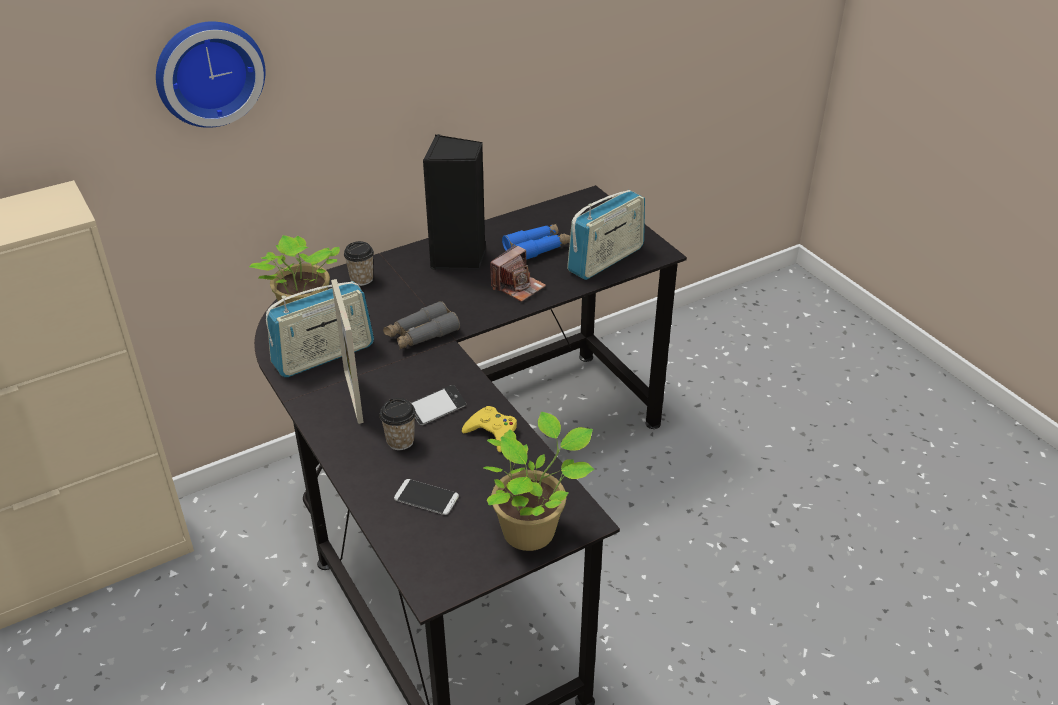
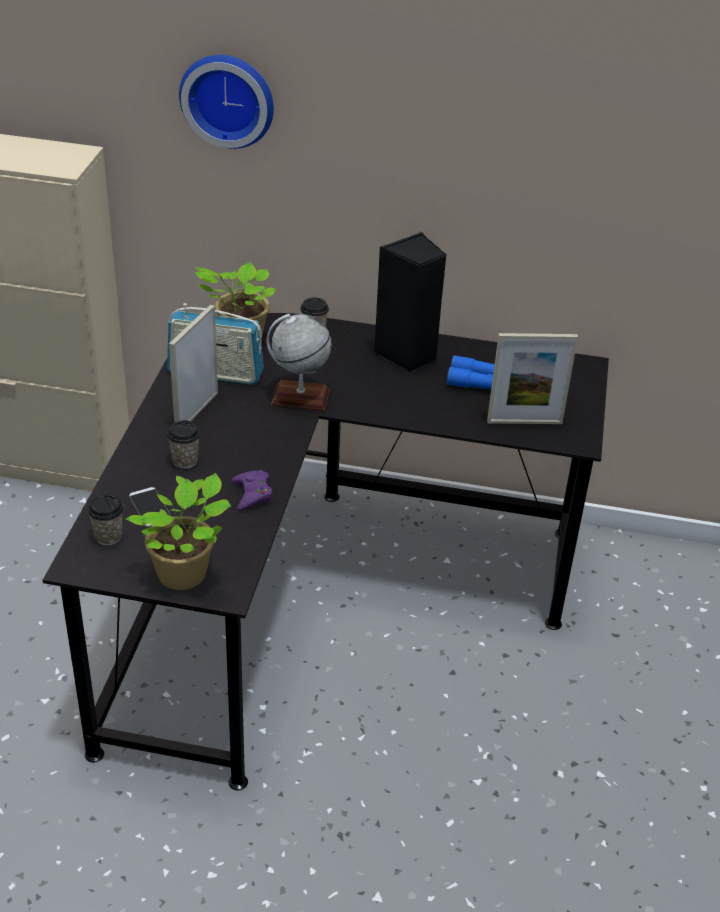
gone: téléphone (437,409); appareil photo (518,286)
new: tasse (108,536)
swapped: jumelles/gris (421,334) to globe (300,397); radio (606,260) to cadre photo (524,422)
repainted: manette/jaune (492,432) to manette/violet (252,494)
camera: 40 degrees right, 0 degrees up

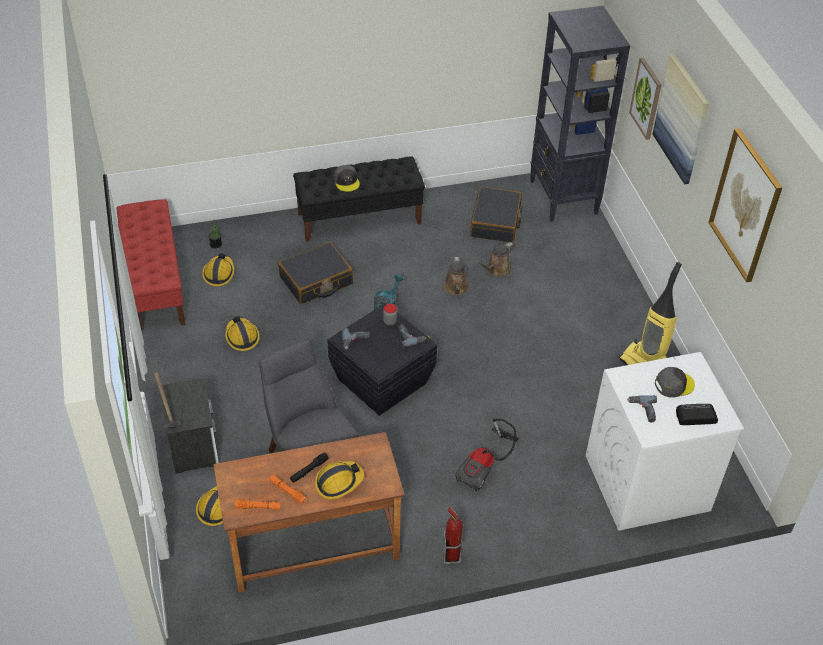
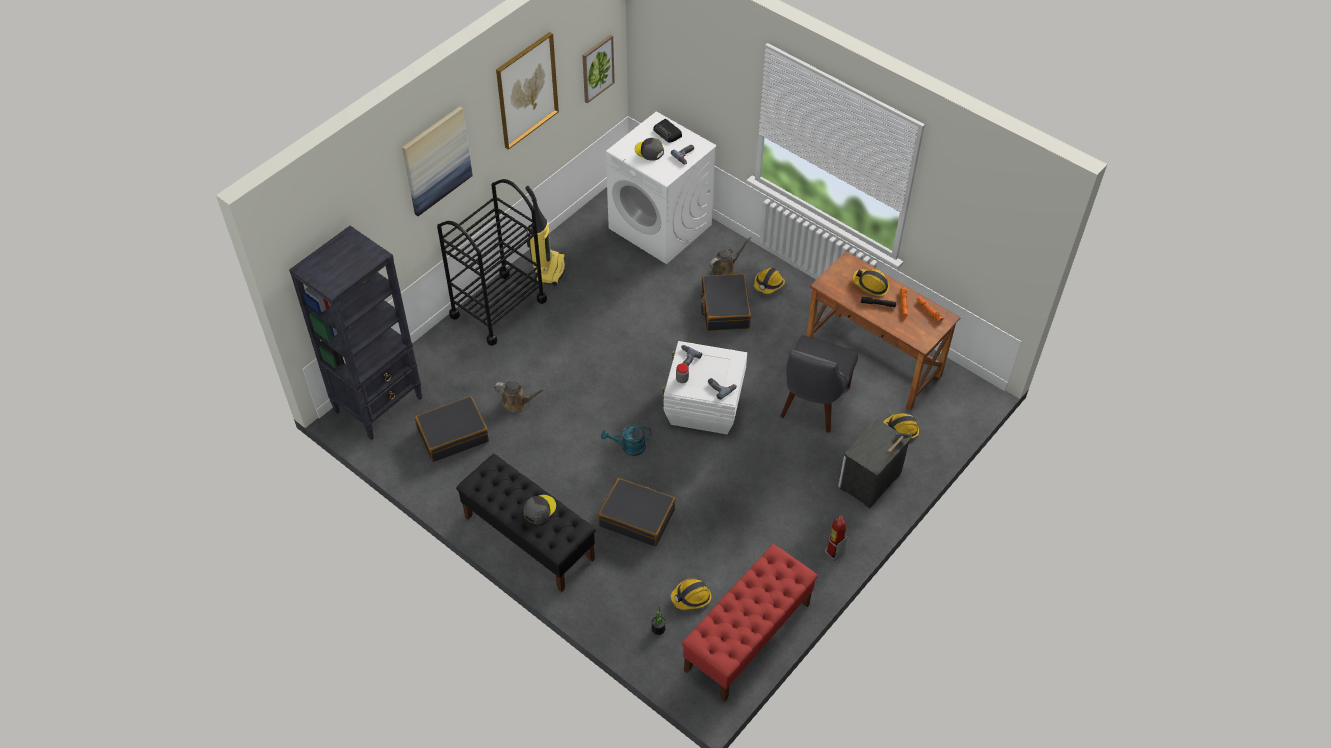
new: chariot/noir (498,308)
shifted: tableau (646,98) to (597,68); arrosoir/marron (456,288) to (725,270); casque de chantier (242,337) to (768,284); extincteur (451,556) to (833,552)
swapped: aspirateur (485,466) to valise/noir (724,309)
repainted: boîte de rangement/noir (382,380) to boîte de rangement/blanc (703,407)
camera: 125 degrees left, 5 degrees up

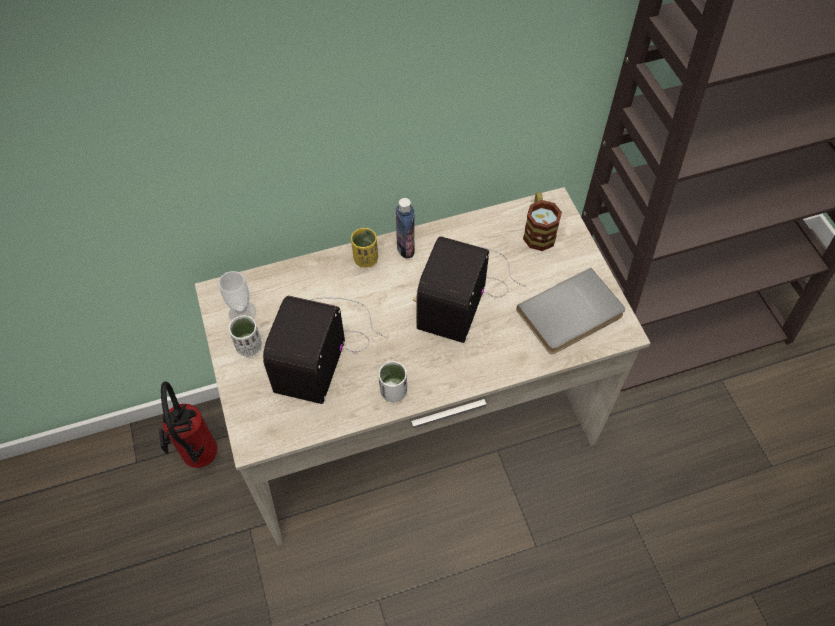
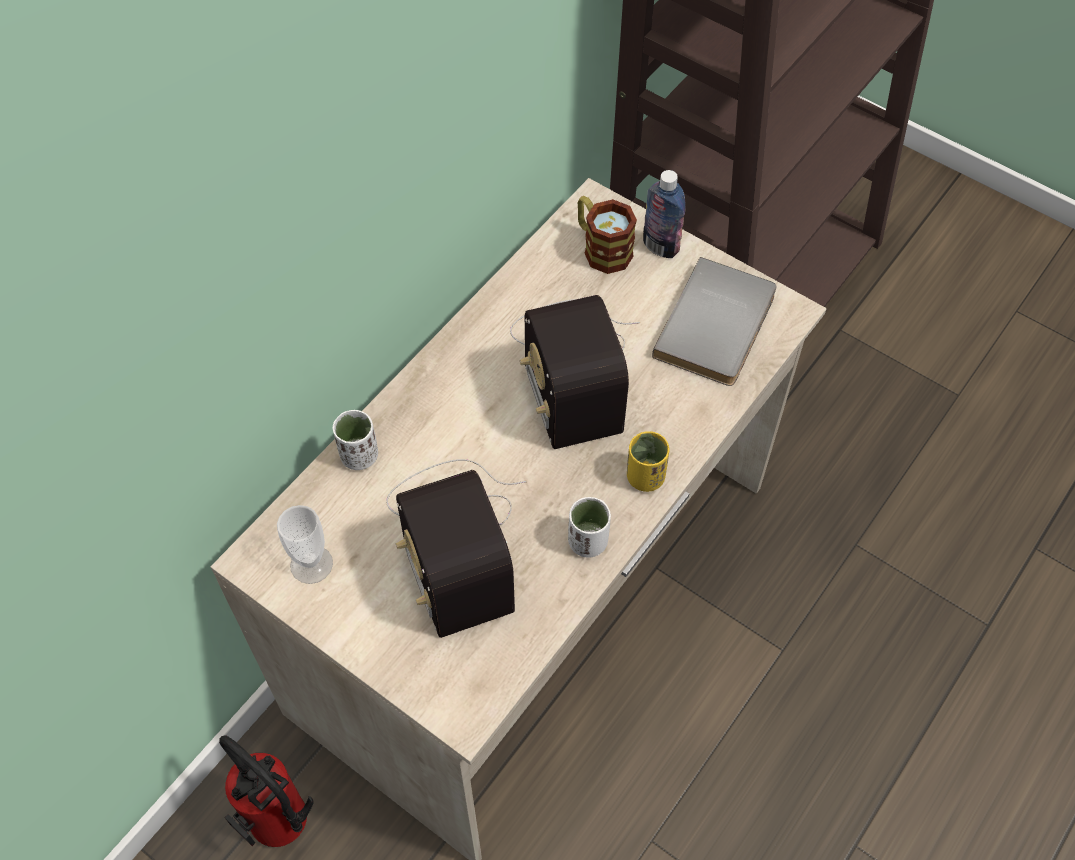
shifted: tasse/blanc (249,346) to (359,455); tasse/jaune (365,259) to (645,477); bouteille (405,248) to (660,246)
camera: 35 degrees left, 0 degrees up

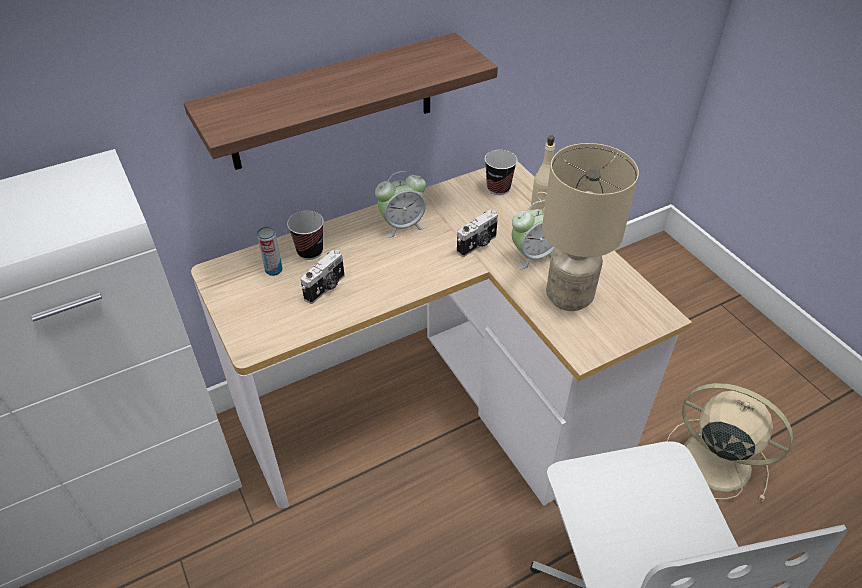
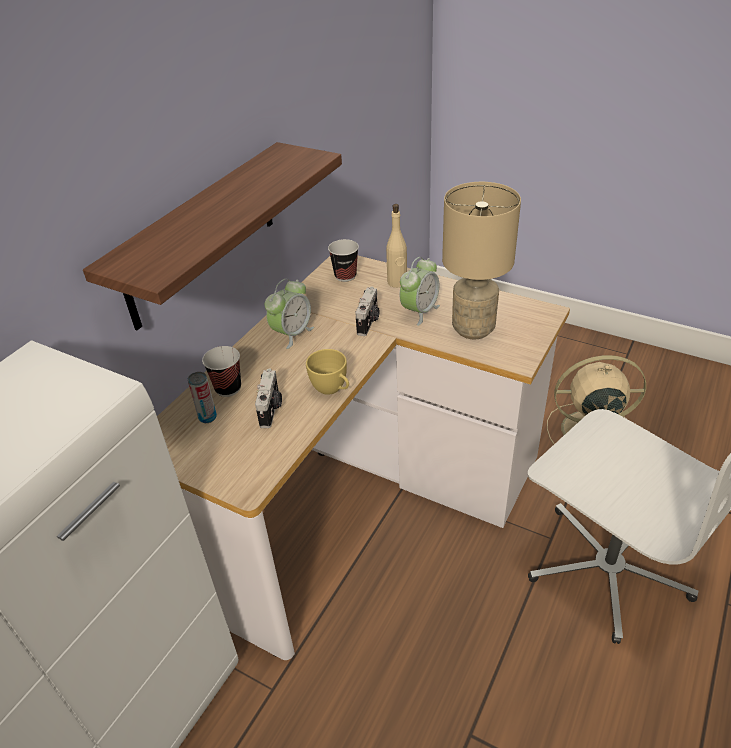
new: tasse/jaune (332,389)
camera: 30 degrees left, 5 degrees down

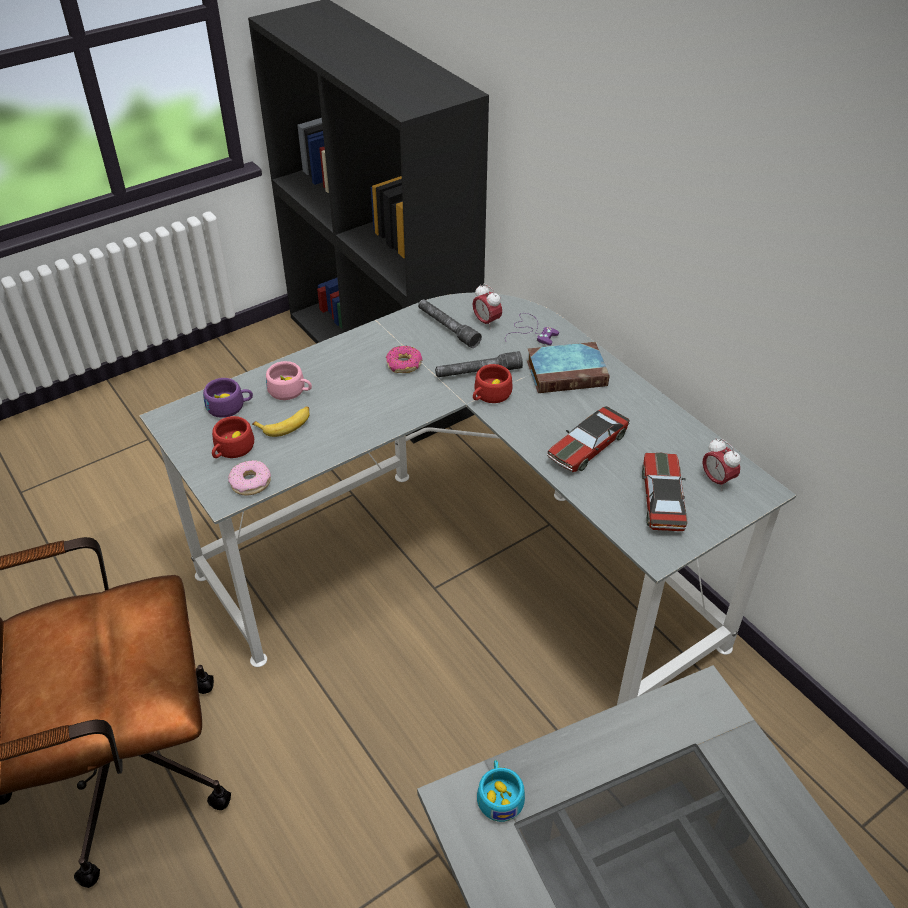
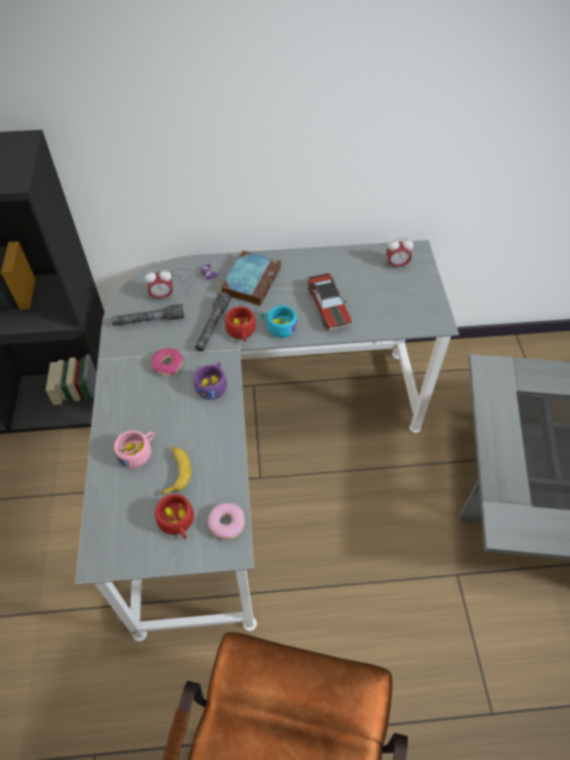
gone: petite voiture (662,499)
shifted: tasse/violet (230,406) to (212,385); tasse/turquoise (499,796) to (278,327)
camera: 60 degrees left, 10 degrees up

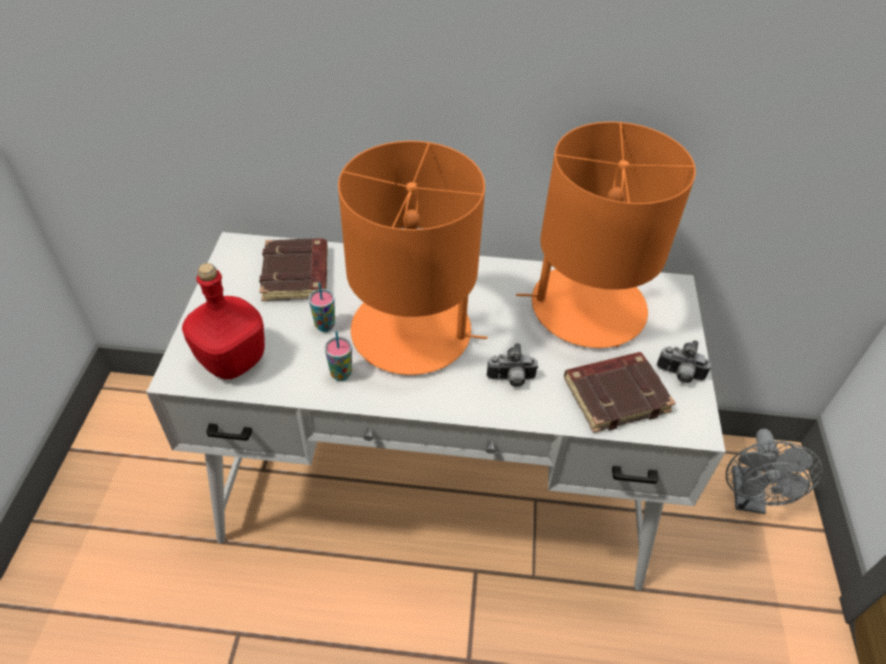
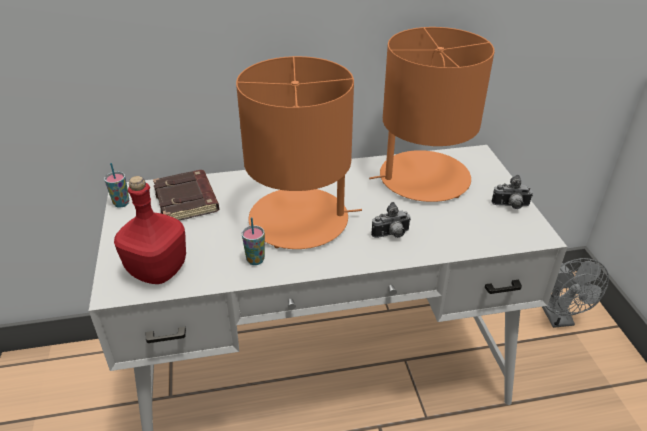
gone: livre/marron (616,394)
shifted: tasse (325,325) to (121,203)
camera: 15 degrees left, 10 degrees down

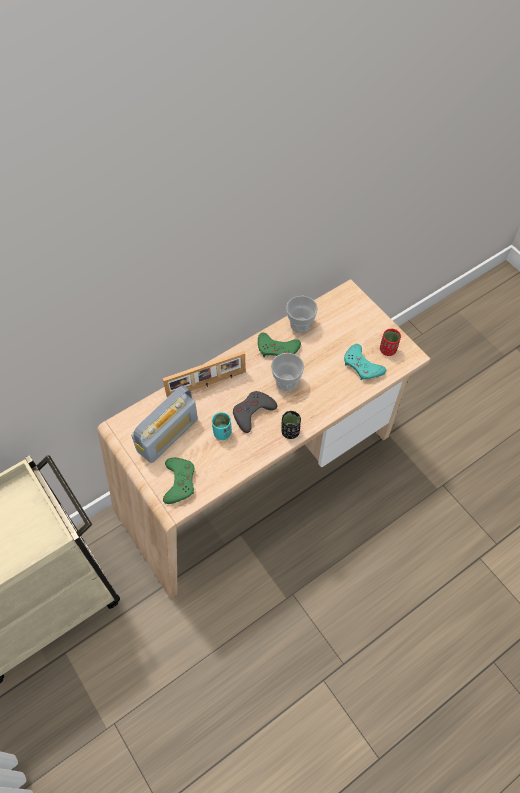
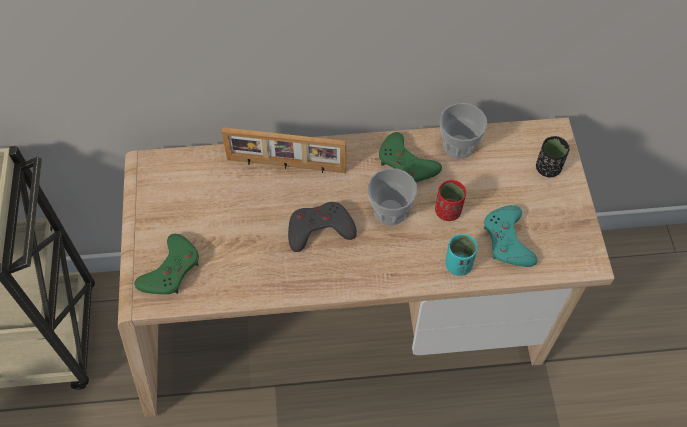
gone: radio (167,434)
shifted: tasse/rouge (388,350) to (448,211); tasse/turquoise (222,433) to (458,265); tasse/noir (290,431) to (548,168)
camera: 30 degrees right, 0 degrees up

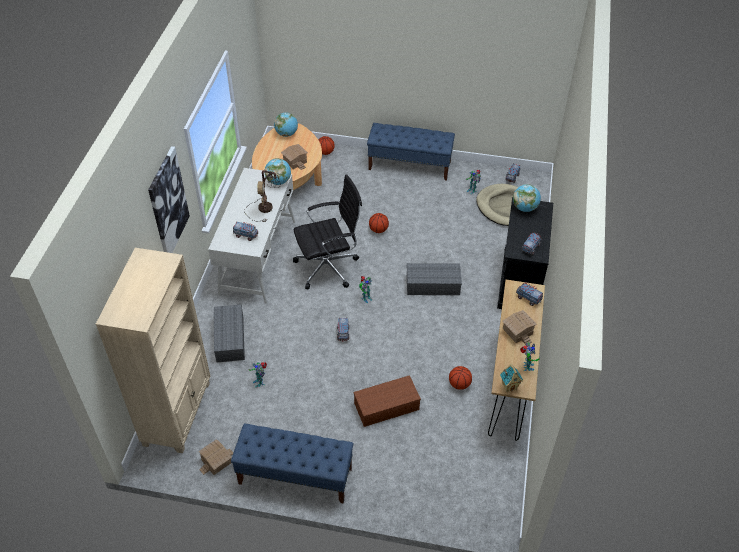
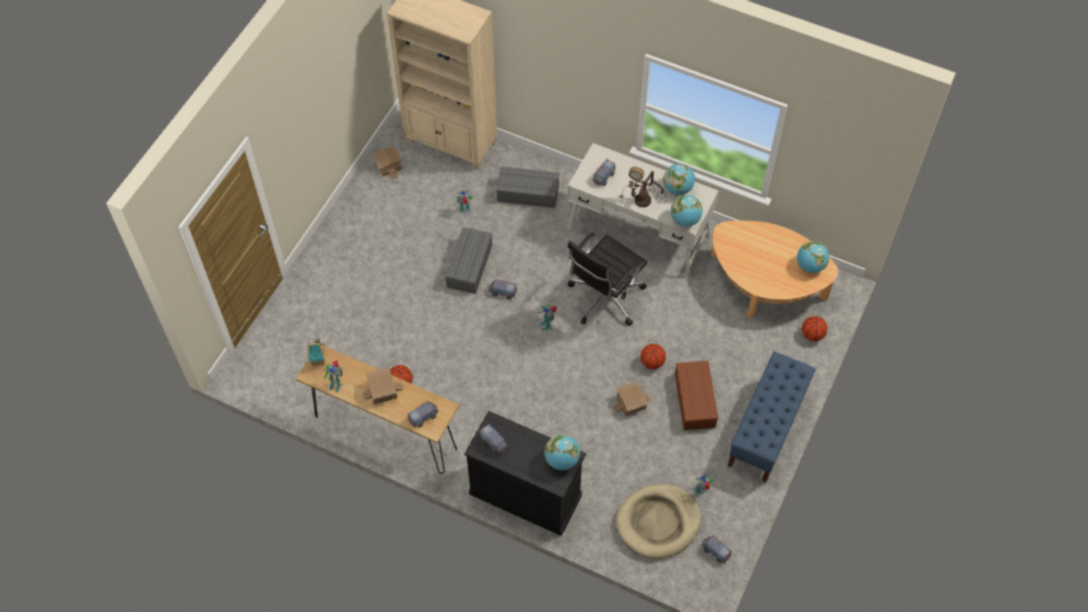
gone: tableau (168,203); banc/bleu (295,476)
new: globe (678,188)
shifted: boîte de rangement/gris (432,285) to (469,265); maison miniature (295,161) to (631,403); boîte de rangement/marron (386,407) to (694,399)
rotated: chaise de bureau/noir (329,267) = (604,298) 45 degrees clockwise
camera: 105 degrees right, 10 degrees up

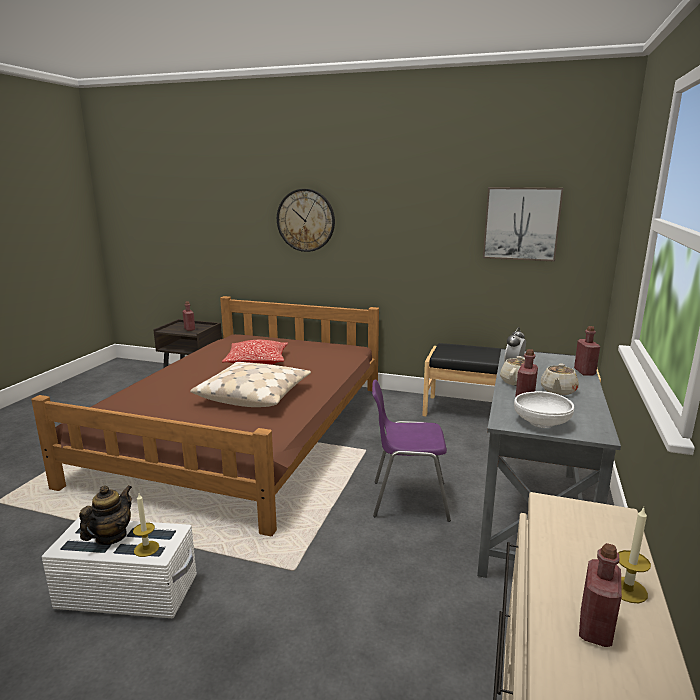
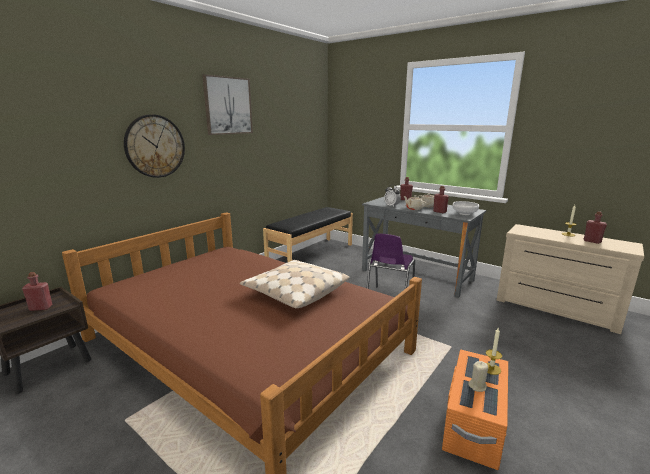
gone: coussin (257,362)
shifted: tableau (521,224) to (228,106)
swapped: théière (111,537) to bougie/beige (477,386)
repainted: boîte de rangement/blanc (127,593) to boîte de rangement/orange (473,424)
camera: 70 degrees left, 0 degrees up

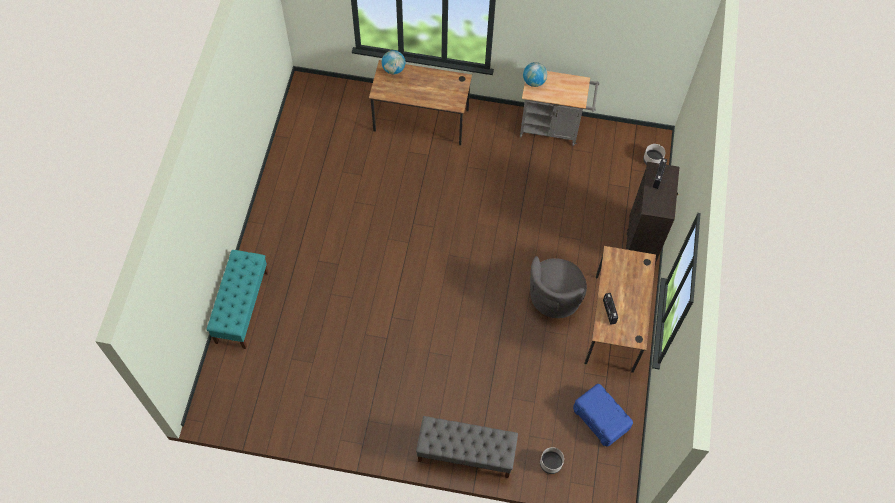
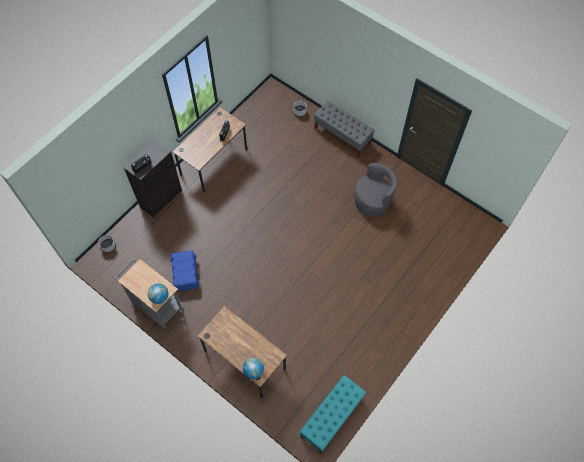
shifted: boîte de rangement/bleu (600,419) to (186,274); banc/turquoise (242,307) to (331,418); fauteuil/gris (554,297) to (372,201)
camera: 150 degrees left, 0 degrees up

